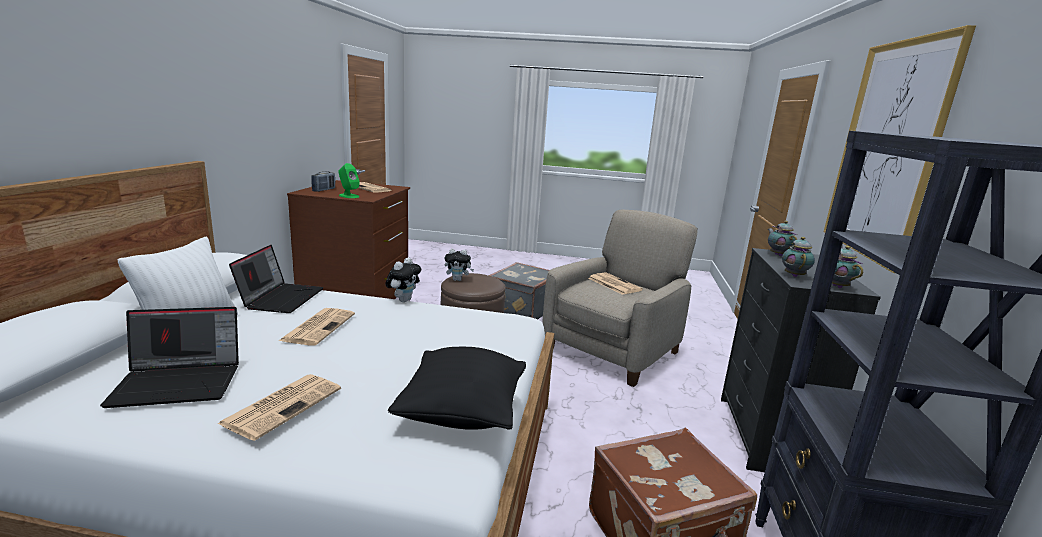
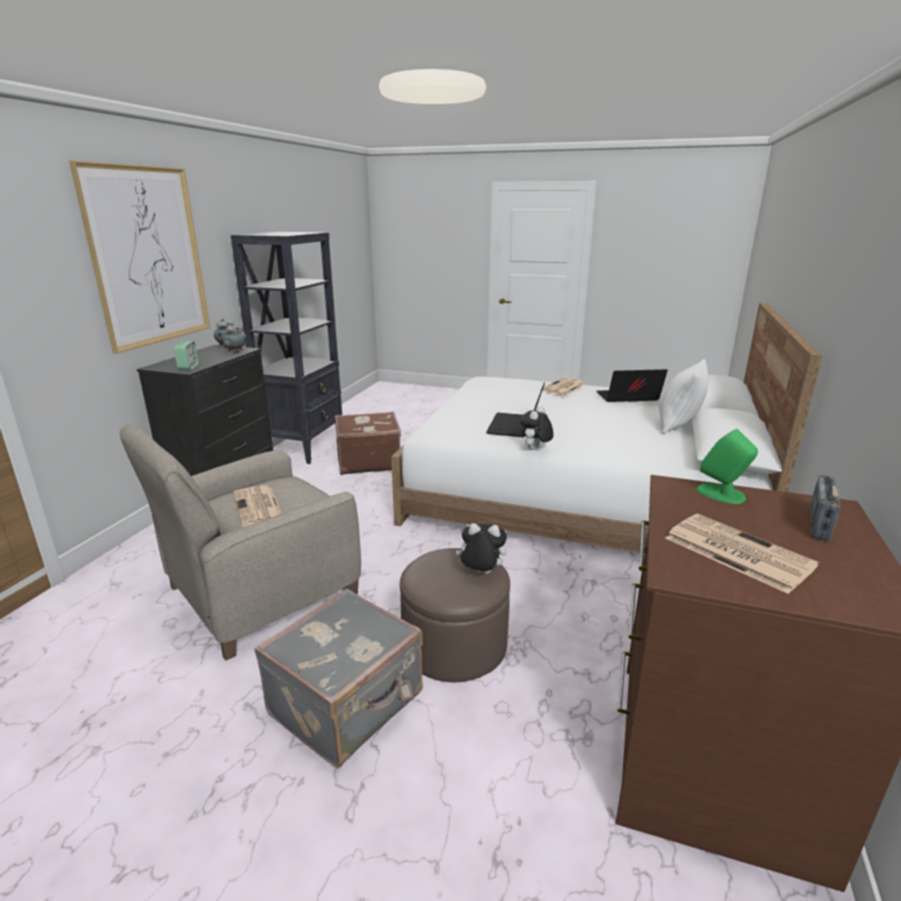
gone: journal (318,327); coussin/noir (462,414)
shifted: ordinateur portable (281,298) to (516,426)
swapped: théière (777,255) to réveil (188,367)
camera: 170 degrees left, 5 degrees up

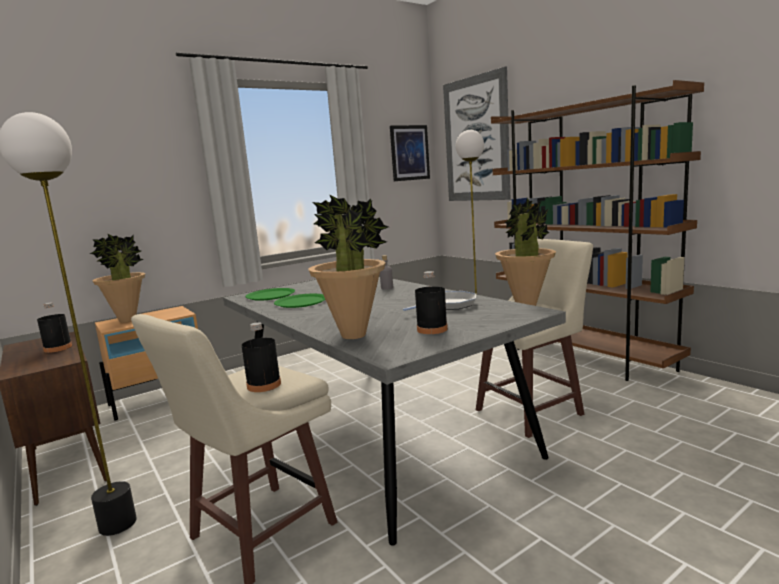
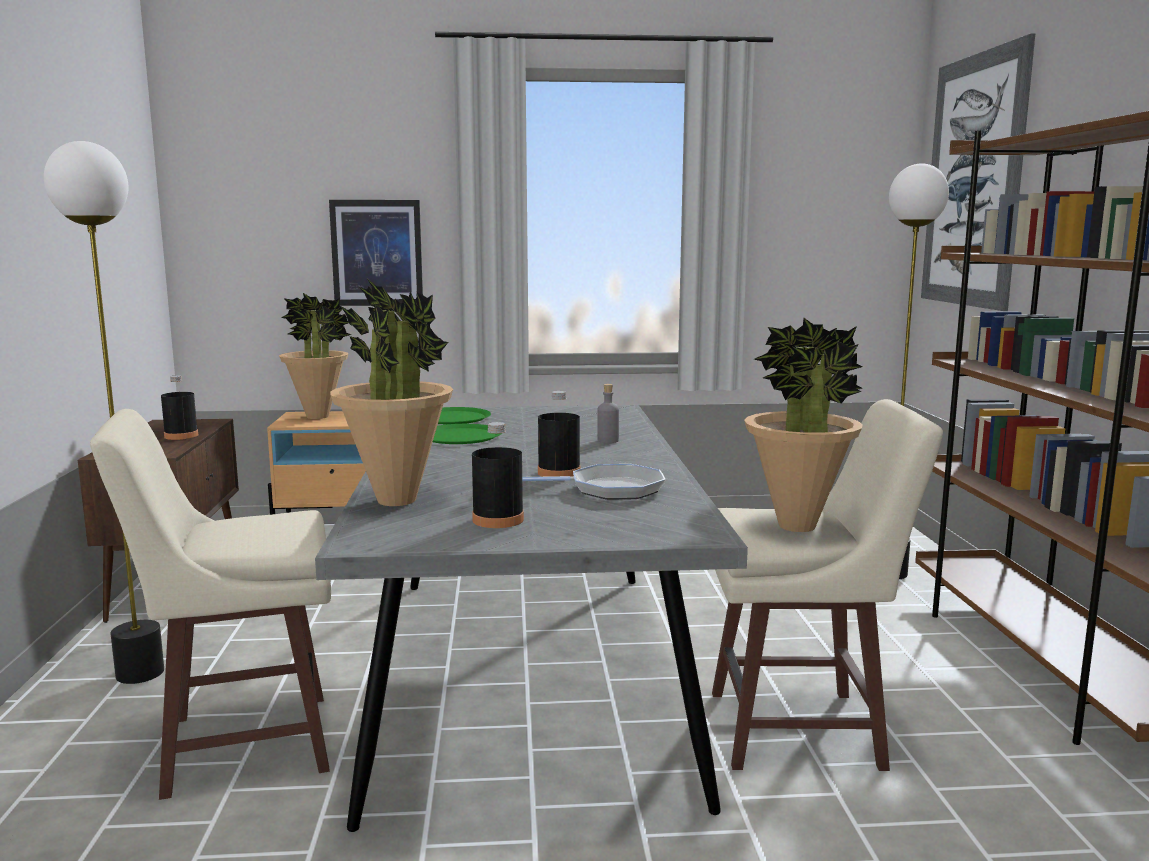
shifted: tableau (409,153) to (377,253); bouteille/noir (264,385) to (559,473)
camera: 30 degrees right, 0 degrees up

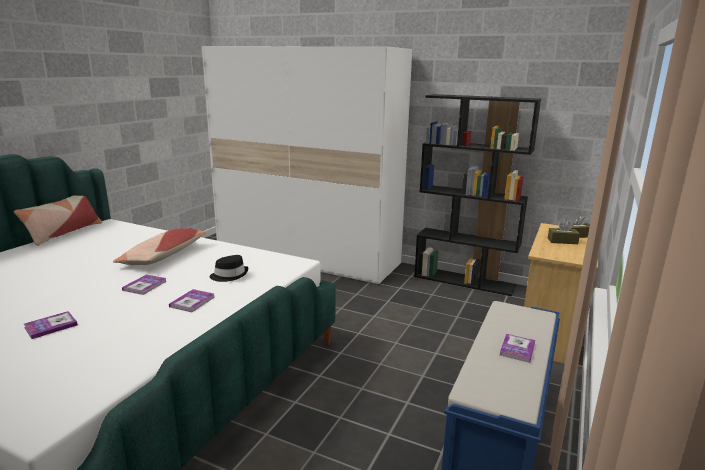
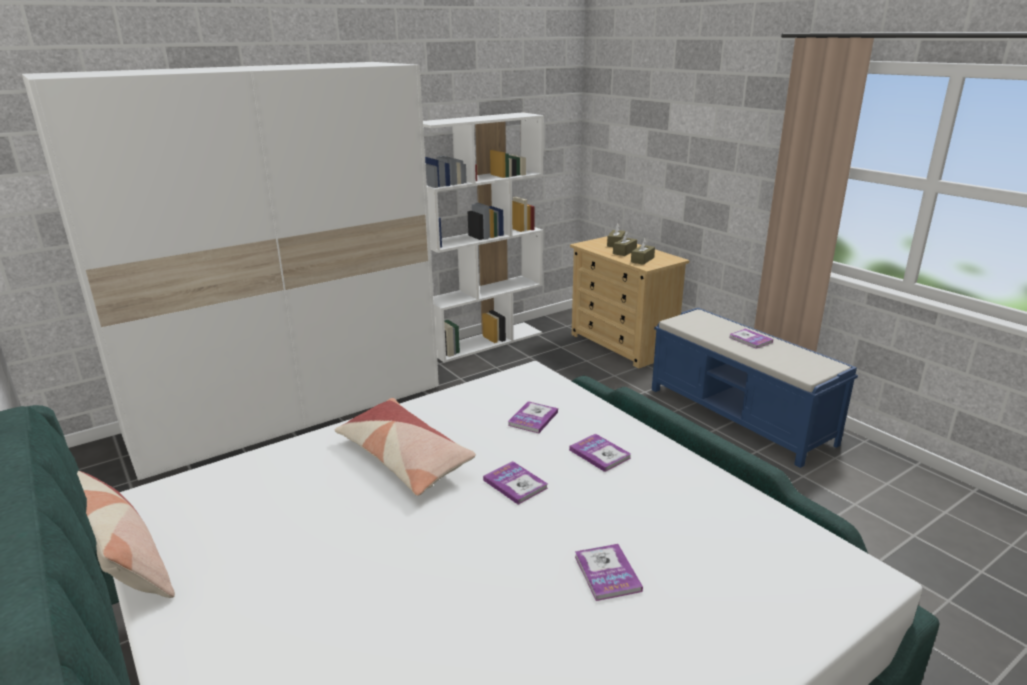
new: boîte à mouchoirs/marron (642,260)
swapped: chapeau/noir (229,275) to livre (533,418)
repainted: bibliothèque/noir (464,281) to bibliothèque/blanc (486,341)
camera: 60 degrees left, 5 degrees up

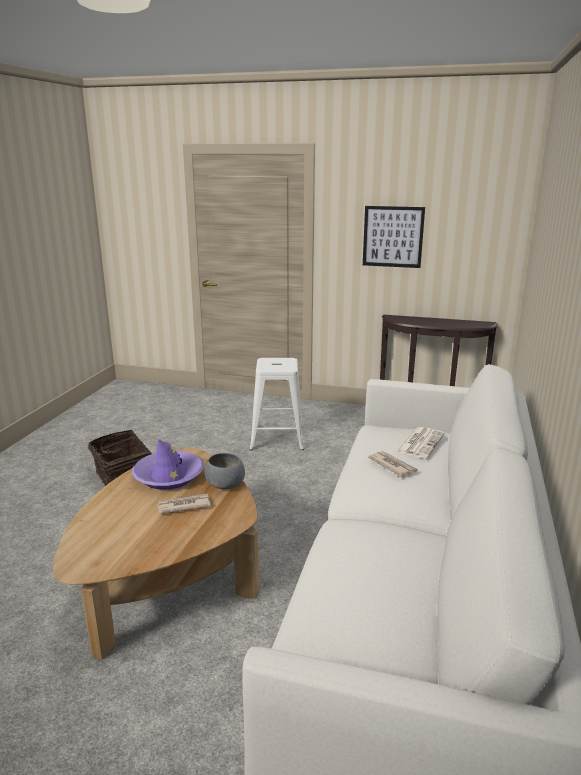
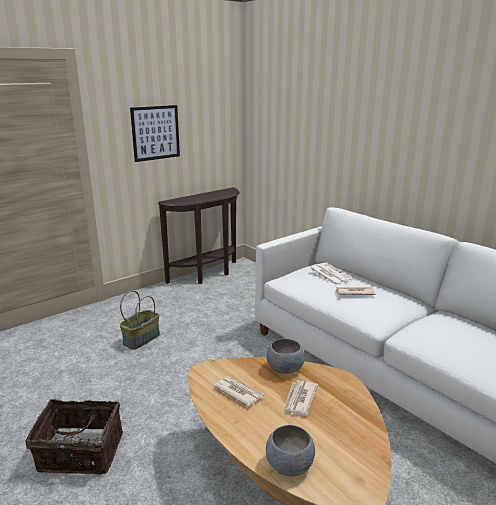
new: bol/gris (290,465)
swapped: tabouret/blanc (277,438) to panier (141,339); chapeau/violet (168,476) to journal (238,392)
camera: 55 degrees left, 0 degrees up

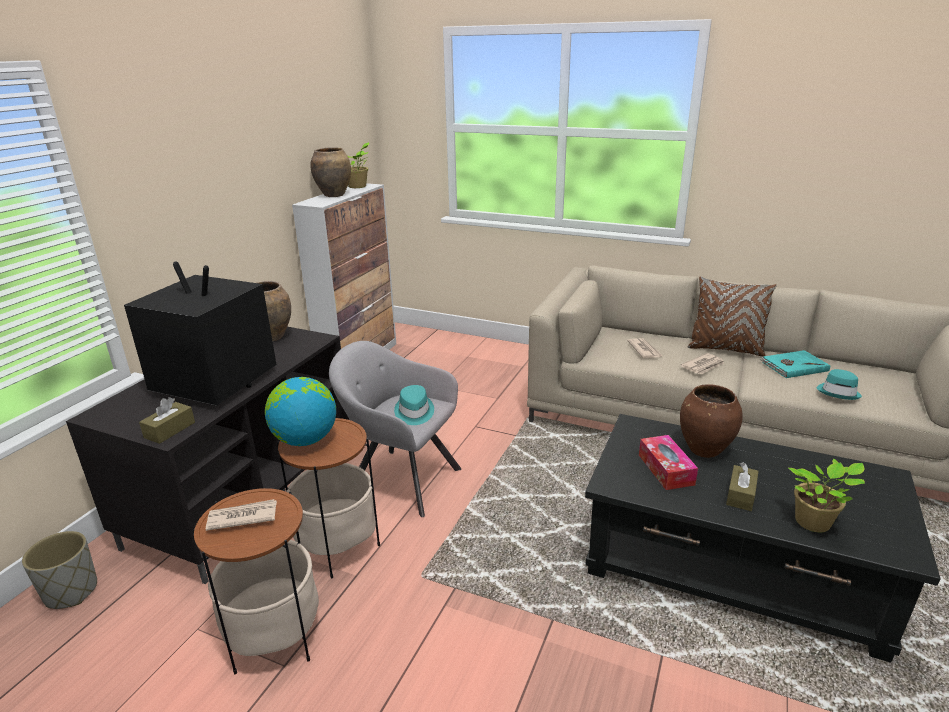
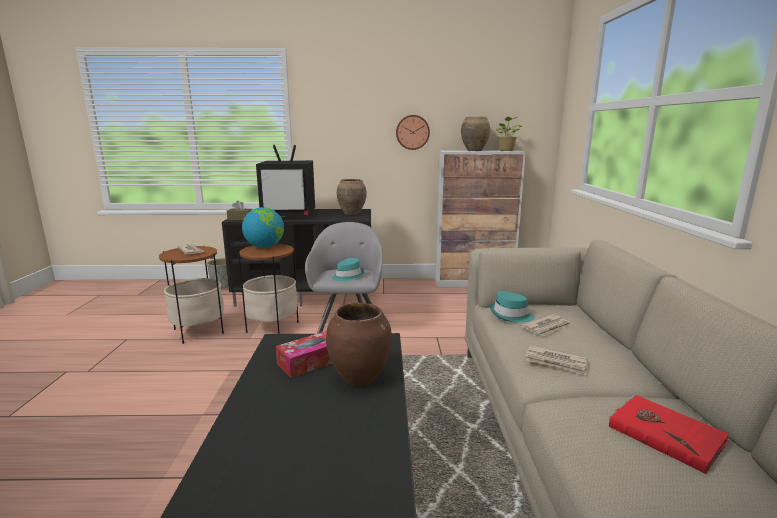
gone: coussin/marron (725,349); boîte à mouchoirs/marron (740,495); plante en pot (815,523)
new: horloge murale (412,132)
shifted: chapeau/turquoise (838,392) to (511,315)
repainted: livre/turquoise (793,366) to livre/rouge (665,433)
rotated: téléviseur (214,383) = (290,216) 90 degrees clockwise
camera: 65 degrees right, 10 degrees down

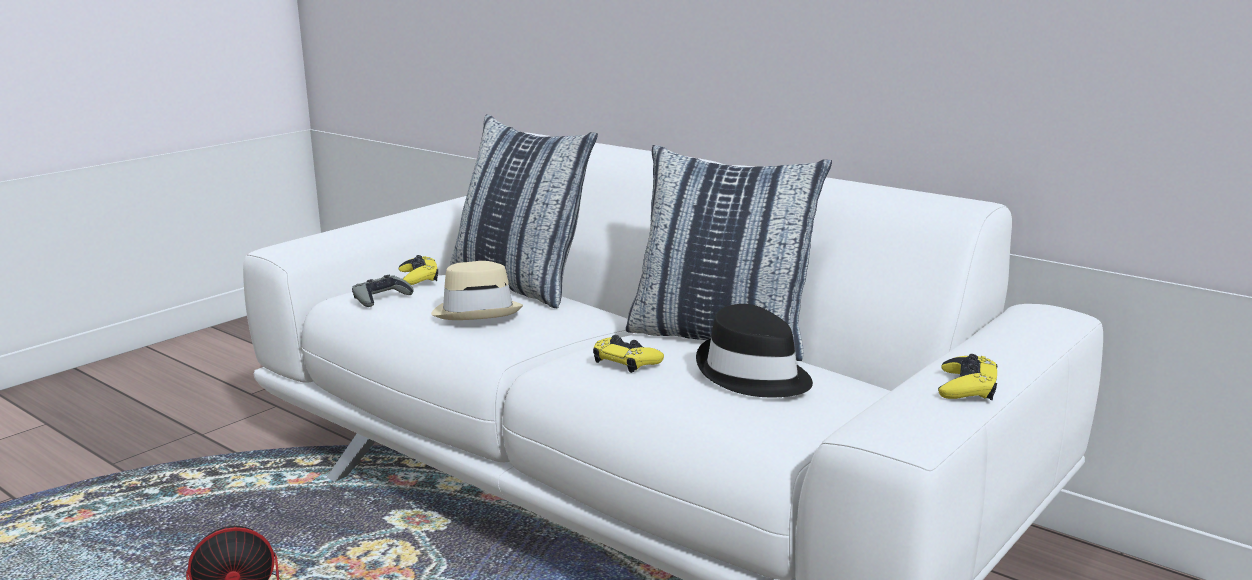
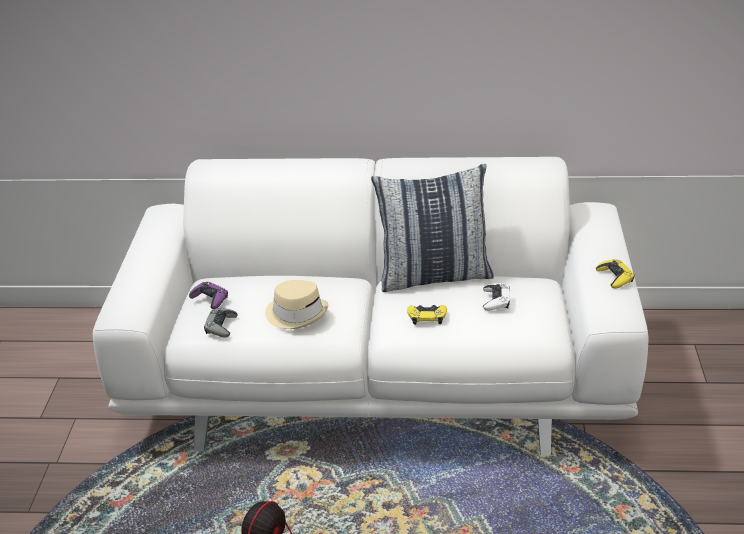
gone: coussin (520,285)
swapped: chapeau/noir (753,375) to manette/blanc (496,300)
repainted: manette/jaune (418,277) to manette/violet (210,298)
camera: 35 degrees left, 15 degrees up

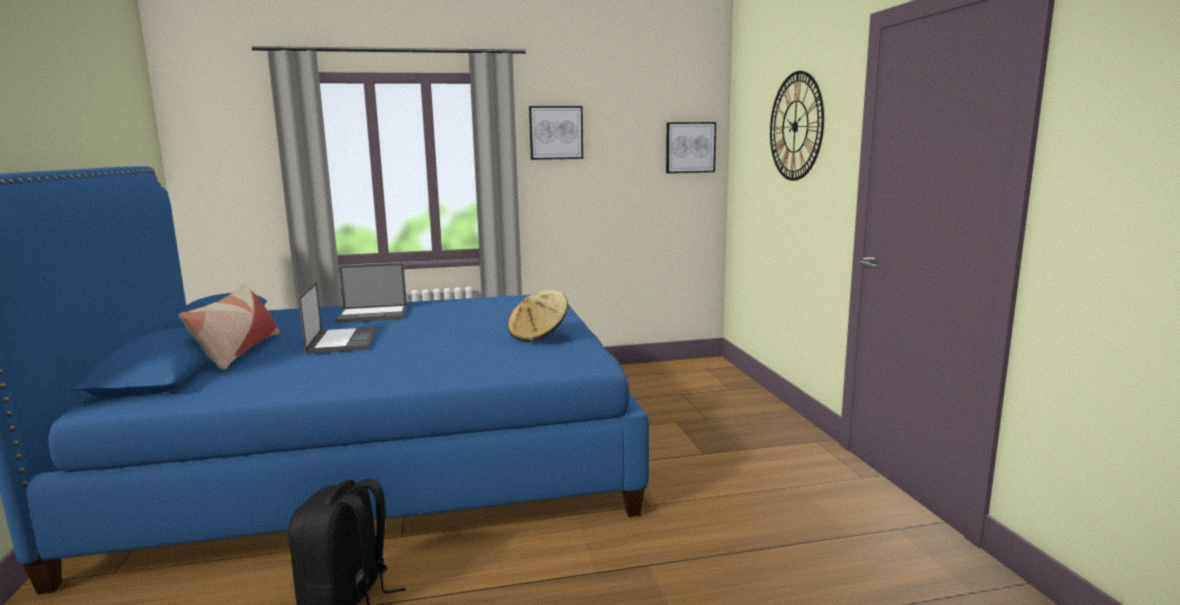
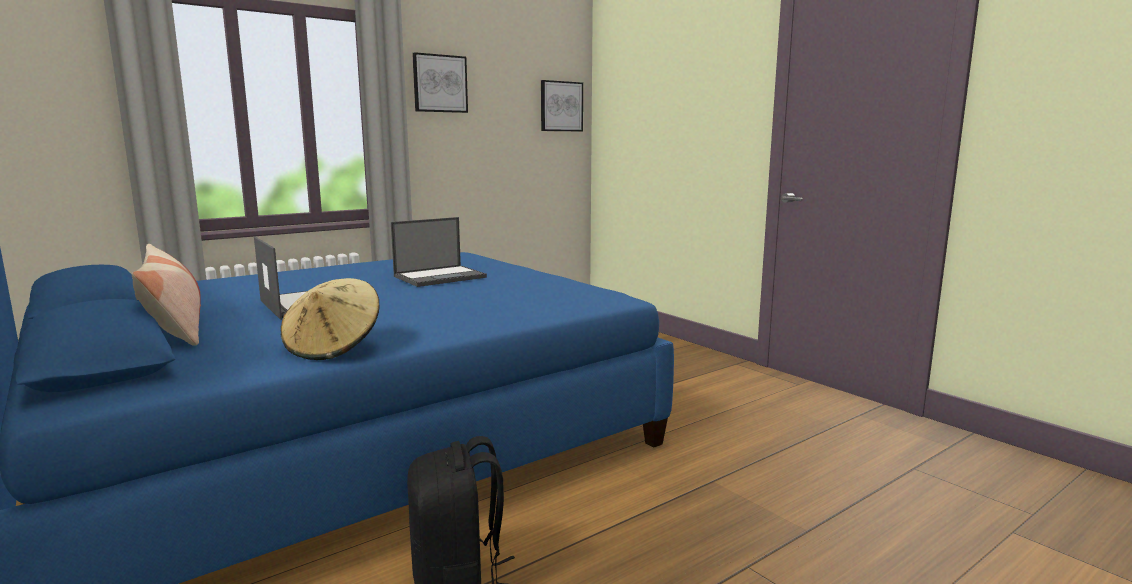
gone: horloge murale (795,126)
shifted: chapeau/beige (538,335) to (333,347); ordinateur portable (373,314) to (440,277)
camera: 25 degrees left, 0 degrees up

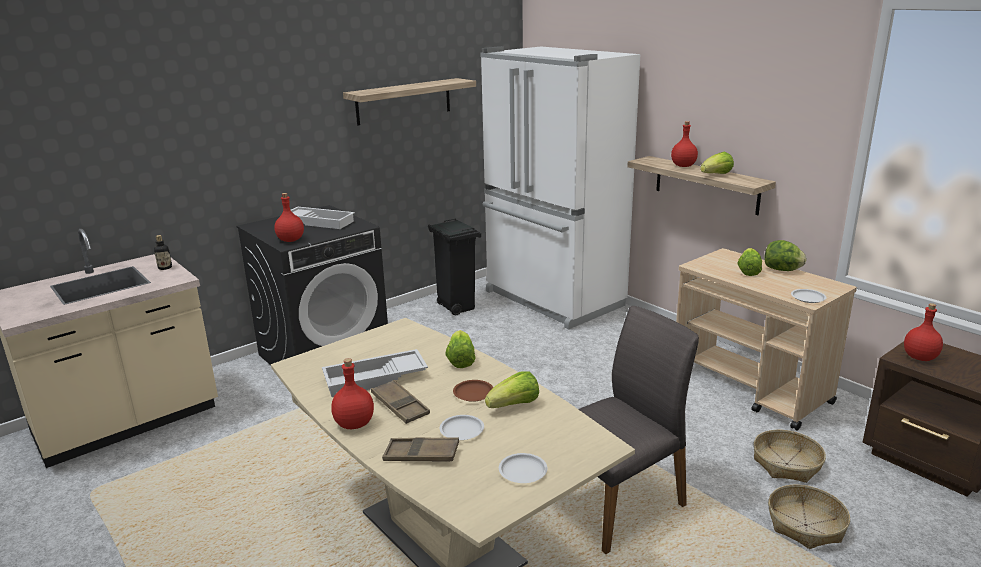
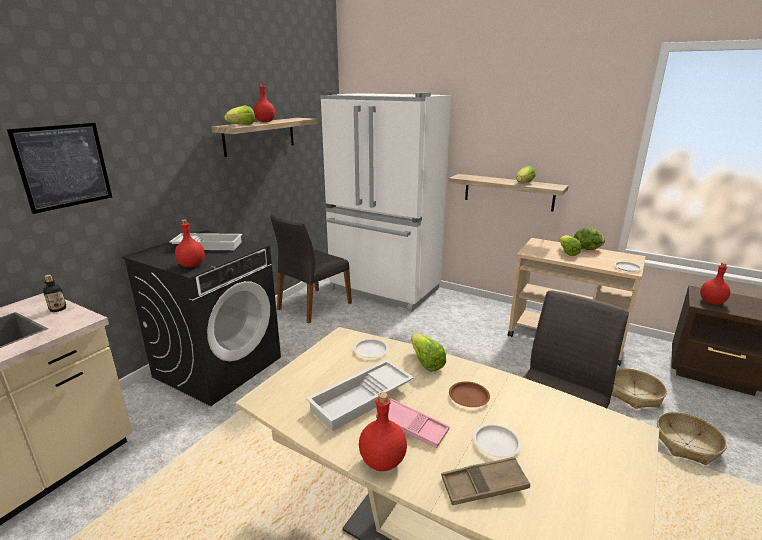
new: tableau (64,166)
shifted: laitue (514,405) to (242,125); bouteille/rouge (683,166) to (265,122); assiette/blanc (522,471) to (370,350)
swapped: poubelle/noir (456,307) to chaise/gris (313,306)
repainted: plateau/marron (400,406) to plateau/rose (412,427)
camera: 20 degrees left, 0 degrees up

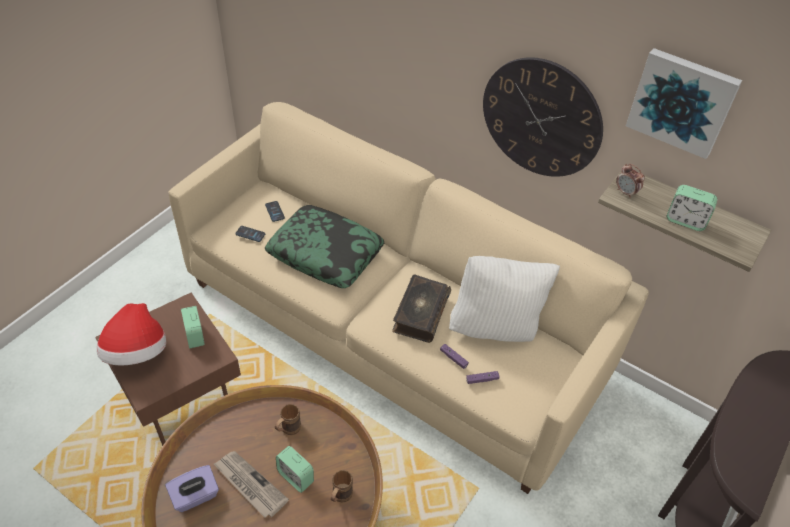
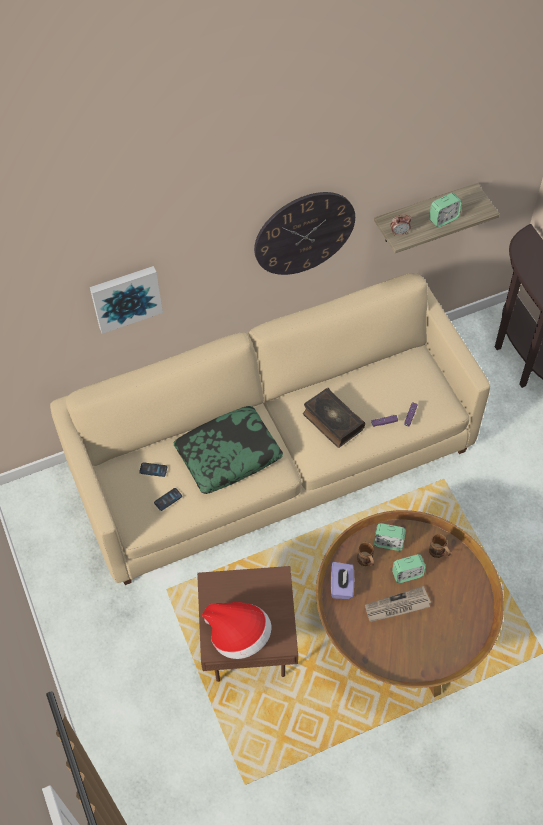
gone: coussin/blanc (495,327)
shifted: tableau (682,102) to (126,297); boîte à mouchoirs/violet (195,496) to (341,586); réveil (195,336) to (388,542)
camera: 55 degrees left, 10 degrees up

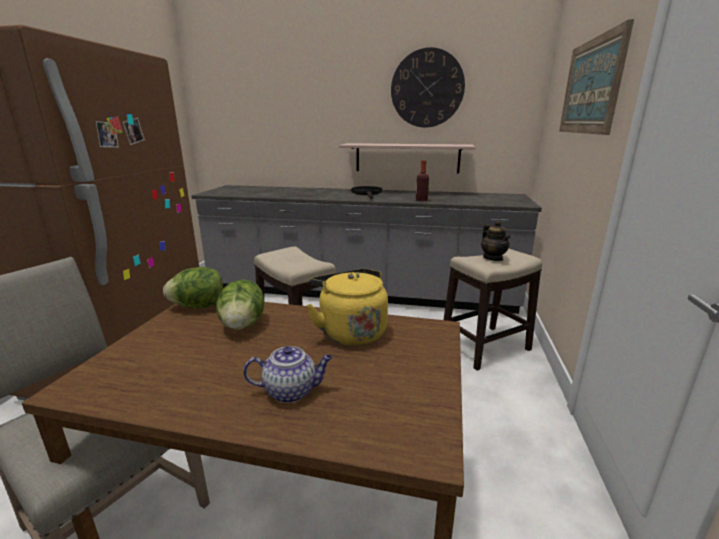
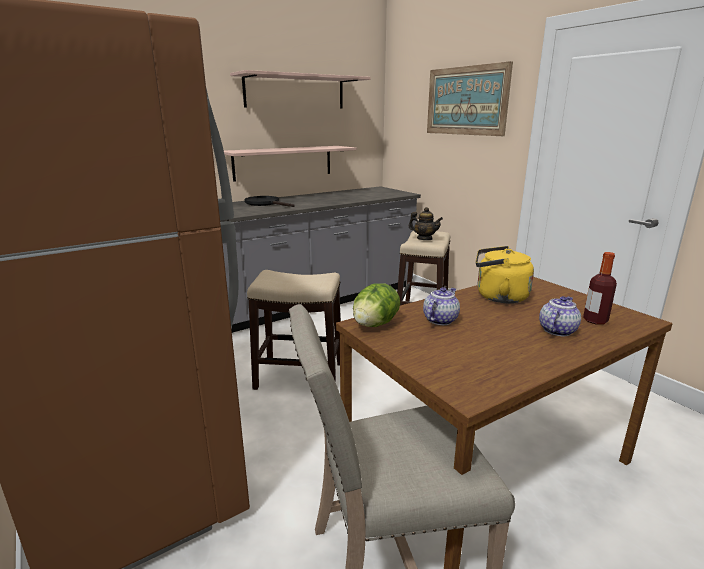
shifted: bouteille (421,200) to (595,320)
swapped: horloge murale (427,88) to étagère (295,92); laitue (242,325) to théière (440,320)
camera: 45 degrees left, 0 degrees up

